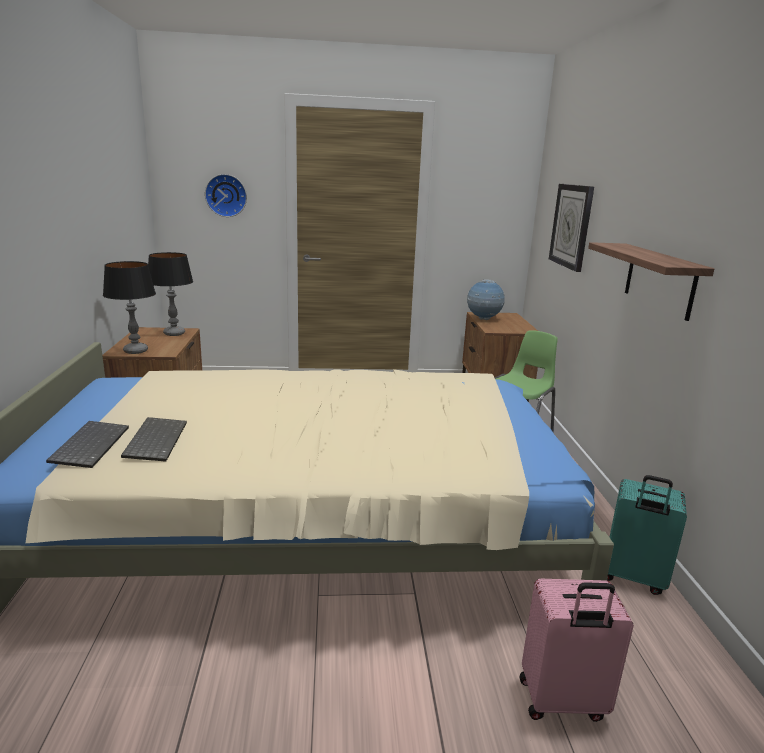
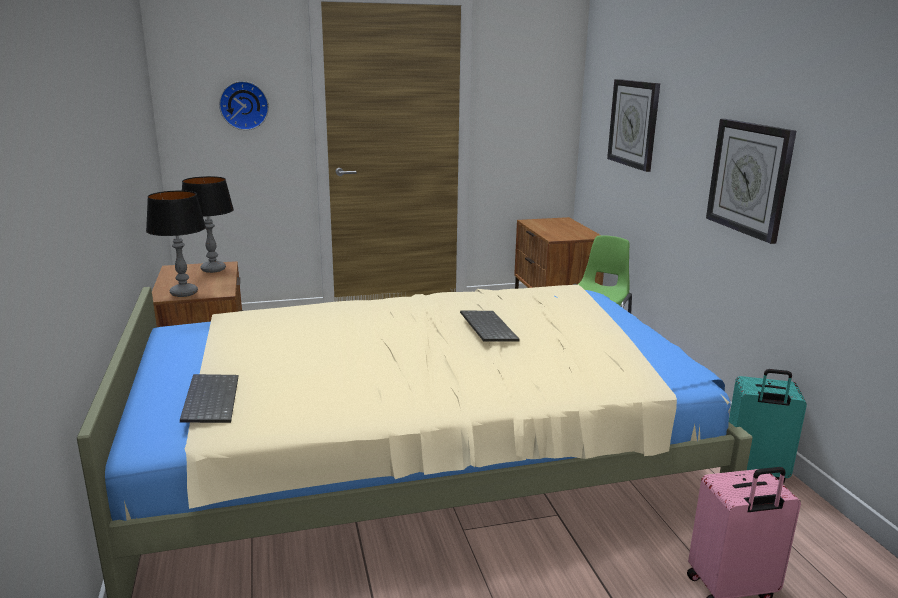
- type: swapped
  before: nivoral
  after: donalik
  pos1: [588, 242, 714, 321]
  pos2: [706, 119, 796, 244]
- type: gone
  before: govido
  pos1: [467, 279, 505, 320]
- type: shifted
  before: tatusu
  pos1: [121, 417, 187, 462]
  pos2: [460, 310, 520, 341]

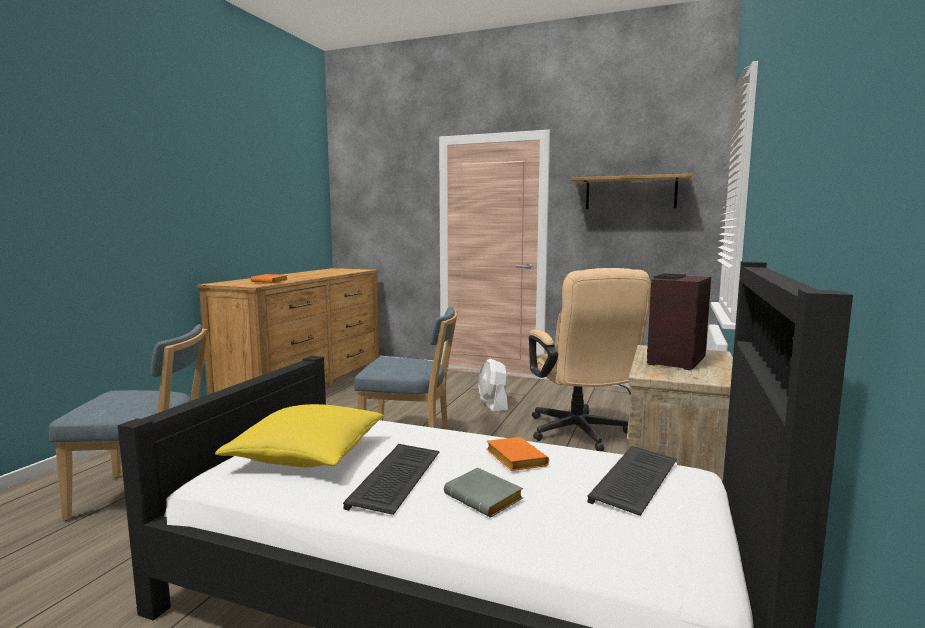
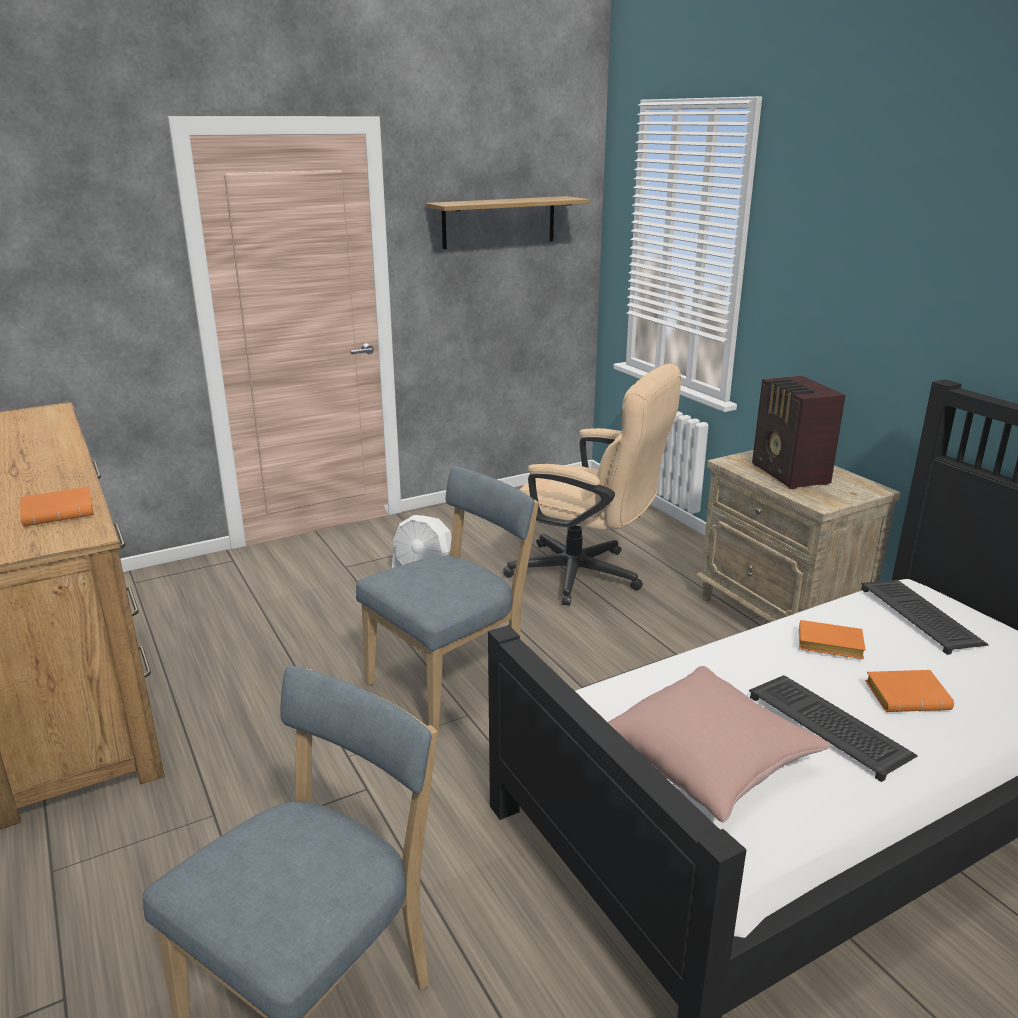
- type: repainted
  before: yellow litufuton
  after: pink litufuton
  pos1: [215, 404, 384, 467]
  pos2: [608, 666, 830, 822]
- type: repainted
  before: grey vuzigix
  after: orange vuzigix
  pos1: [444, 468, 523, 518]
  pos2: [865, 670, 954, 712]

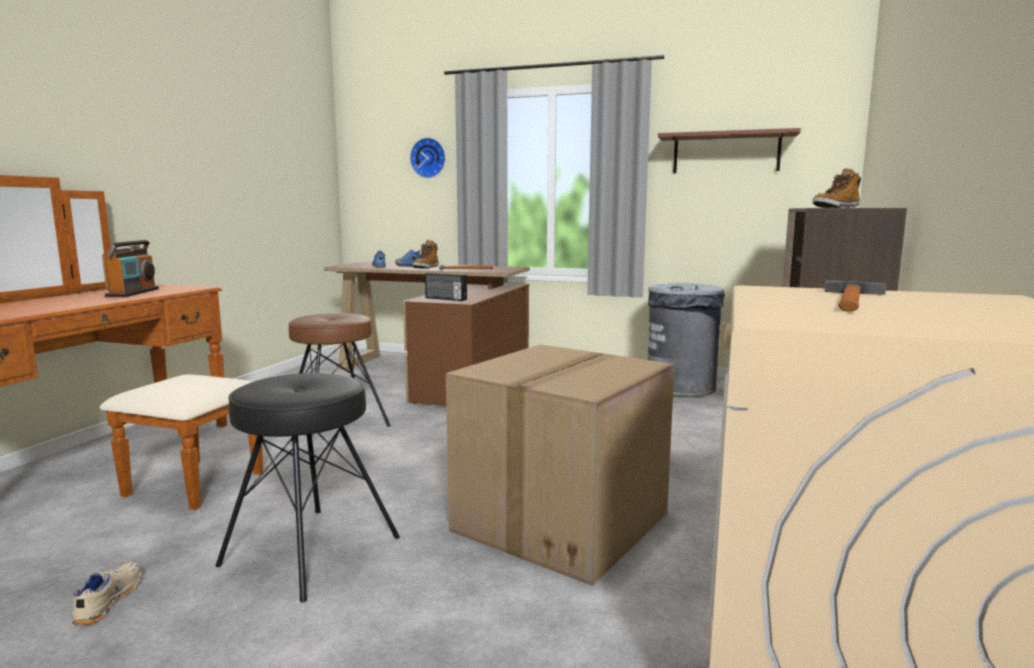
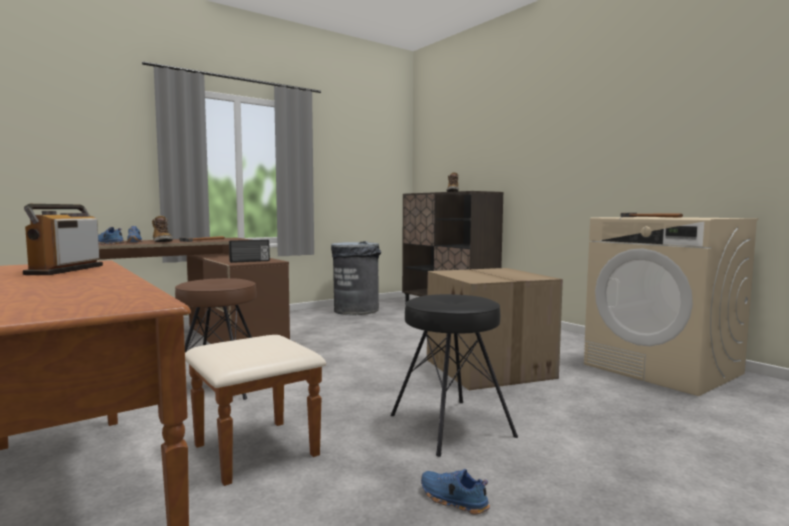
- type: gone
  before: nivoral
  pos1: [658, 128, 801, 173]
- type: gone
  before: donalik
  pos1: [410, 138, 446, 178]
- type: rotated
  before: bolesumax
  pos1: [102, 240, 159, 297]
  pos2: [23, 204, 103, 275]
  turn: -120
- type: repainted
  before: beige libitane
  after: blue libitane
  pos1: [72, 562, 141, 625]
  pos2: [421, 469, 490, 514]

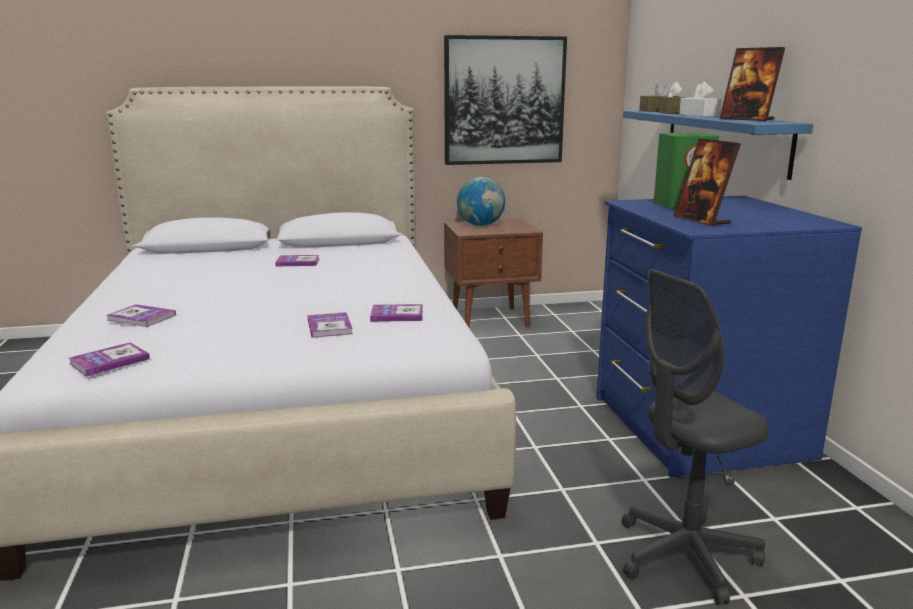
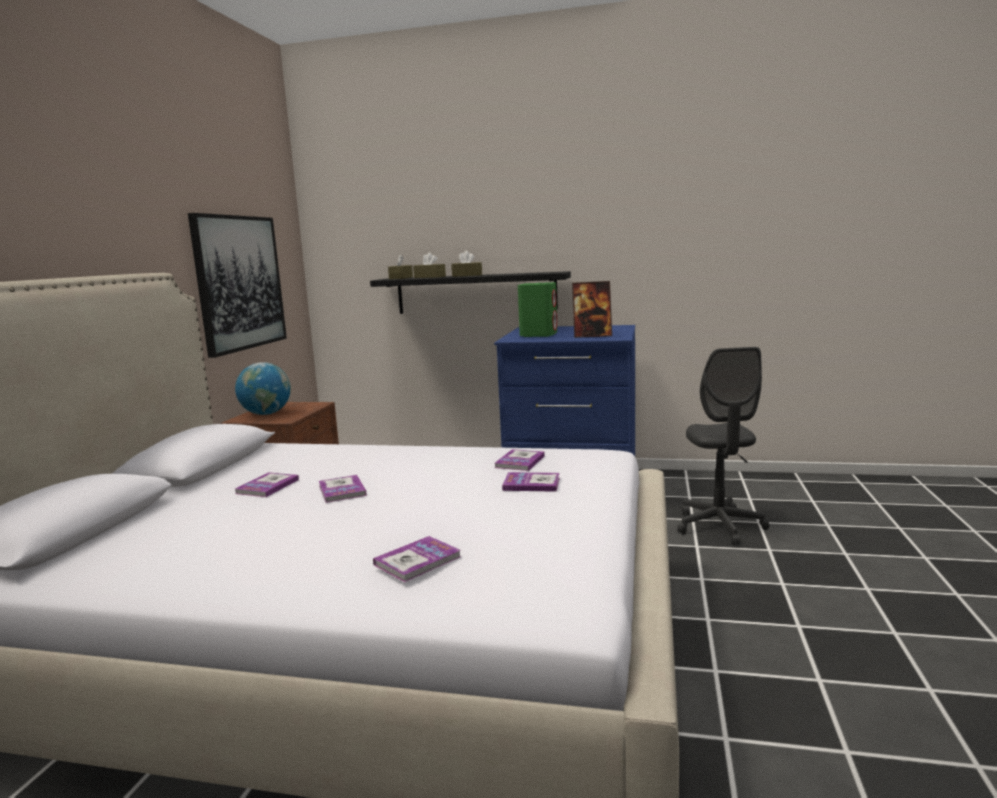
- type: gone
  before: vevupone
  pos1: [720, 47, 785, 121]
- type: repainted
  before: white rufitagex
  after: brown rufitagex
  pos1: [679, 82, 722, 117]
  pos2: [451, 251, 482, 277]
- type: repainted
  before: blue nivoral
  after: black nivoral
  pos1: [623, 110, 813, 180]
  pos2: [370, 271, 571, 314]
- type: shifted
  before: vuzigix
  pos1: [69, 342, 150, 376]
  pos2: [319, 475, 367, 503]

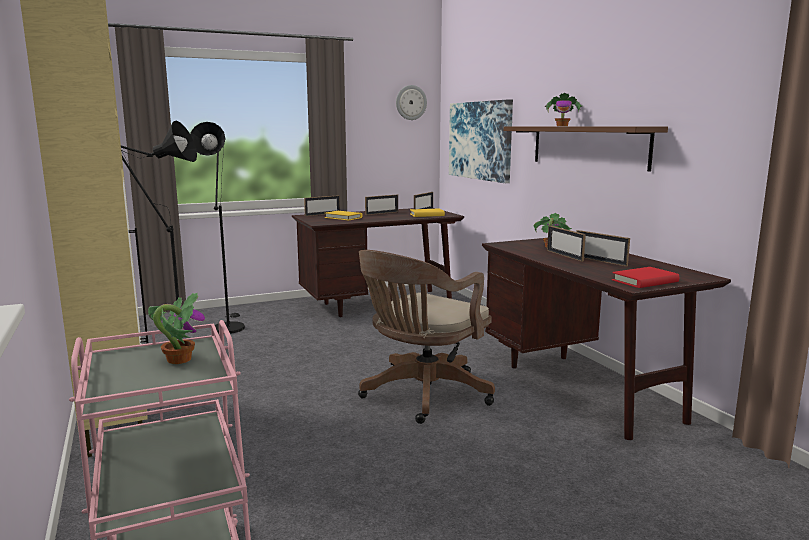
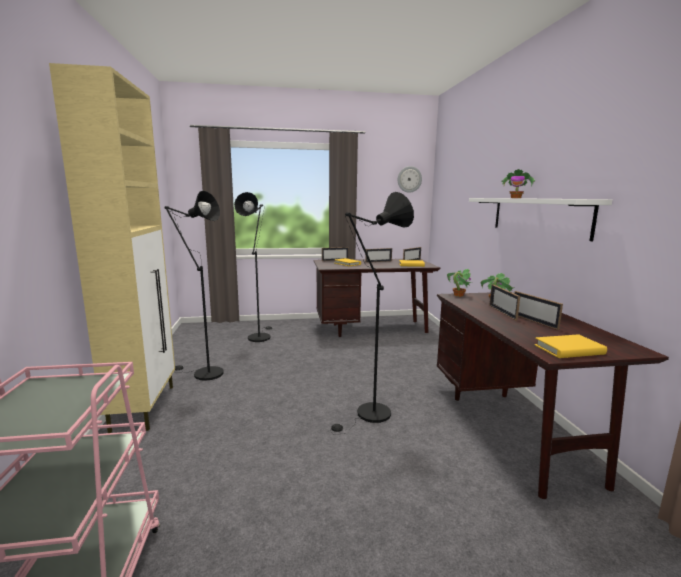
- type: gone
  before: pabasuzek
  pos1: [449, 99, 513, 183]
- type: repainted
  before: brown nivoral
  after: white nivoral
  pos1: [503, 126, 668, 171]
  pos2: [469, 198, 612, 241]
- type: swapped
  before: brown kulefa
  after: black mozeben
  pos1: [358, 250, 495, 424]
  pos2: [330, 192, 414, 435]
- type: repainted
  before: red vuzigix
  after: yellow vuzigix
  pos1: [612, 267, 679, 288]
  pos2: [535, 334, 607, 358]
- type: shifted
  before: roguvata
  pos1: [148, 292, 205, 364]
  pos2: [447, 269, 472, 297]

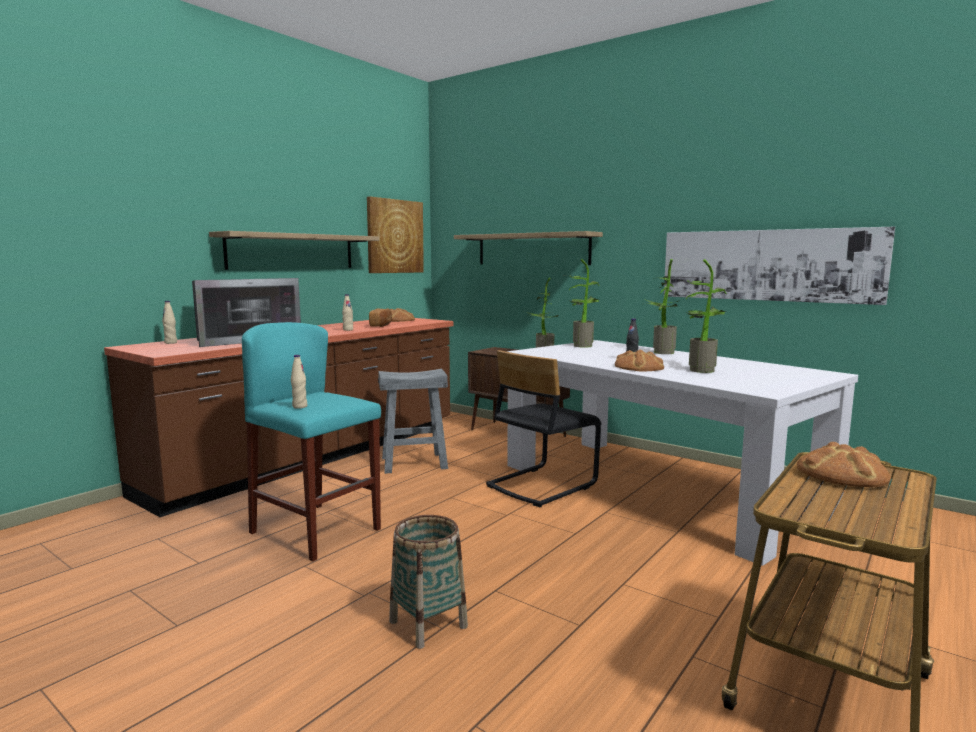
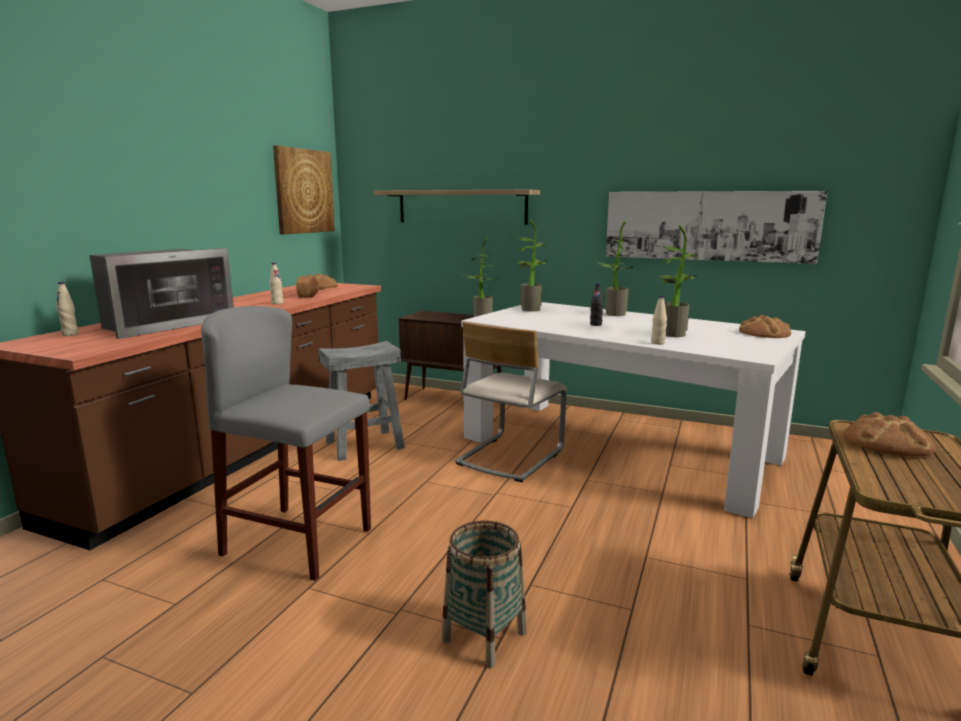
- type: gone
  before: nivoral
  pos1: [209, 231, 380, 270]
- type: repainted
  before: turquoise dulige
  after: grey dulige
  pos1: [242, 322, 381, 561]
  pos2: [201, 306, 371, 581]
- type: shifted
  before: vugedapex
  pos1: [615, 349, 664, 371]
  pos2: [739, 315, 791, 338]
- type: repainted
  before: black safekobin
  after: beige safekobin
  pos1: [486, 350, 601, 507]
  pos2: [455, 322, 567, 482]
- type: shifted
  before: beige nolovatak
  pos1: [291, 355, 307, 409]
  pos2: [651, 296, 667, 345]

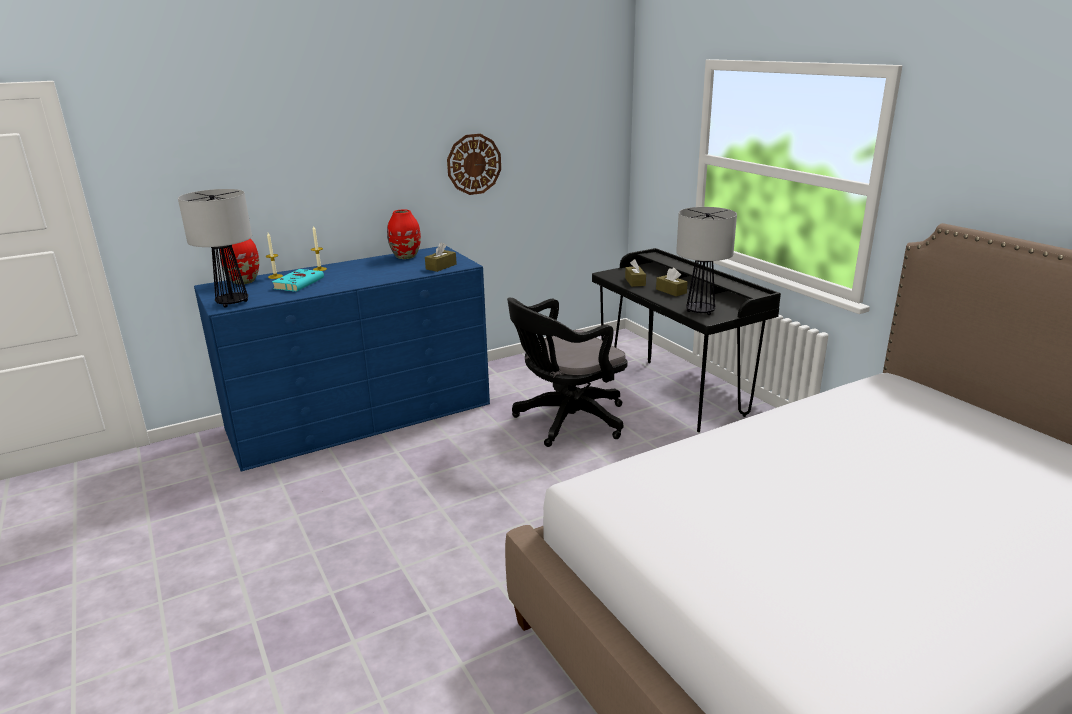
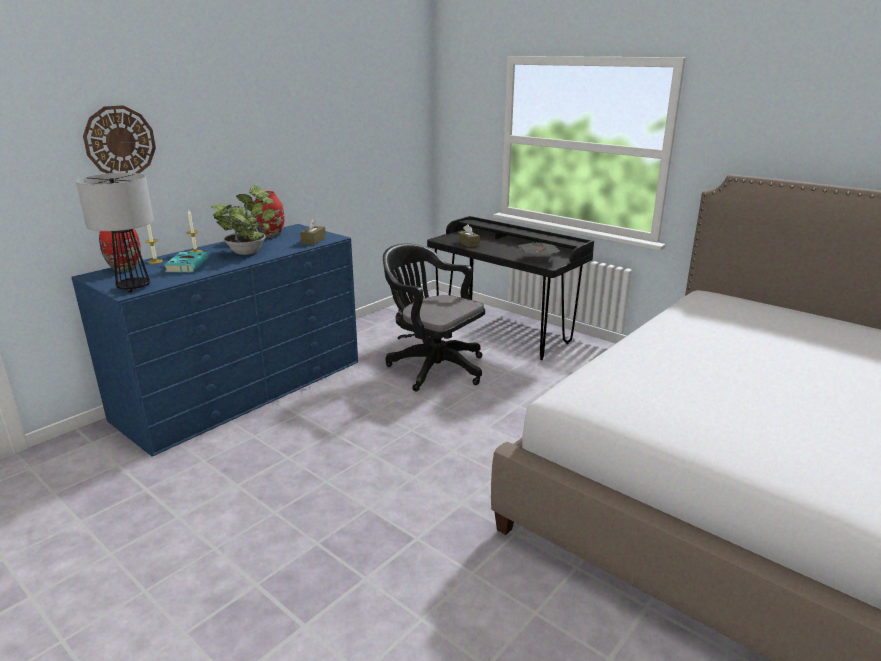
- type: shifted
  before: donalik
  pos1: [447, 134, 501, 195]
  pos2: [83, 105, 156, 174]
- type: swapped
  before: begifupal
  after: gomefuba
  pos1: [676, 207, 737, 315]
  pos2: [517, 243, 560, 255]
- type: gone
  before: brown rufitagex
  pos1: [656, 268, 688, 296]
- type: rotated
  before: black kulefa
  pos1: [507, 298, 628, 447]
  pos2: [383, 243, 485, 391]
  turn: 90
- type: new
  after: roguvata
  pos2: [211, 185, 276, 255]

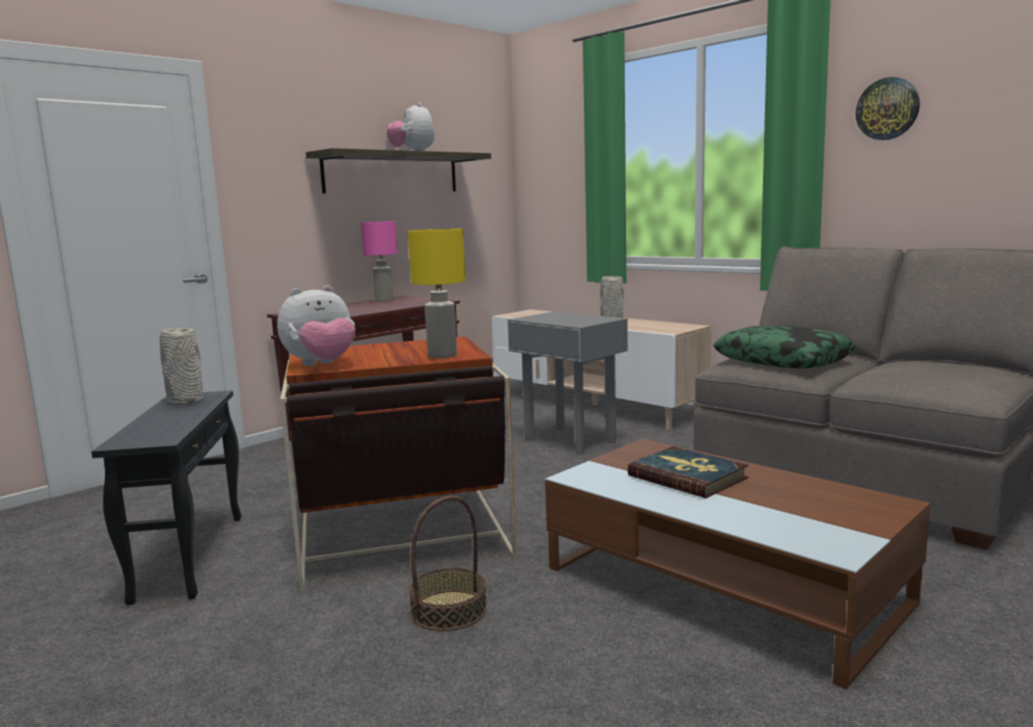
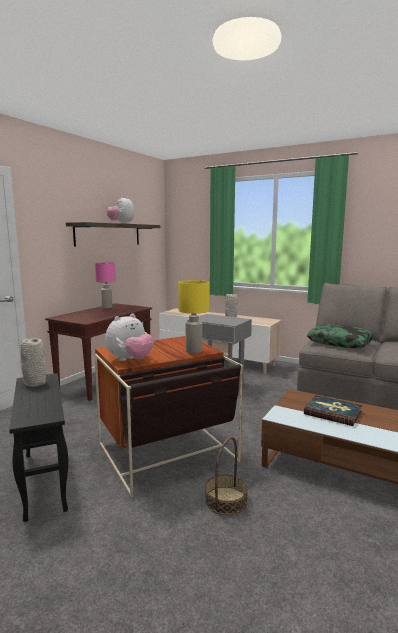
- type: gone
  before: donalik
  pos1: [855, 77, 920, 140]

